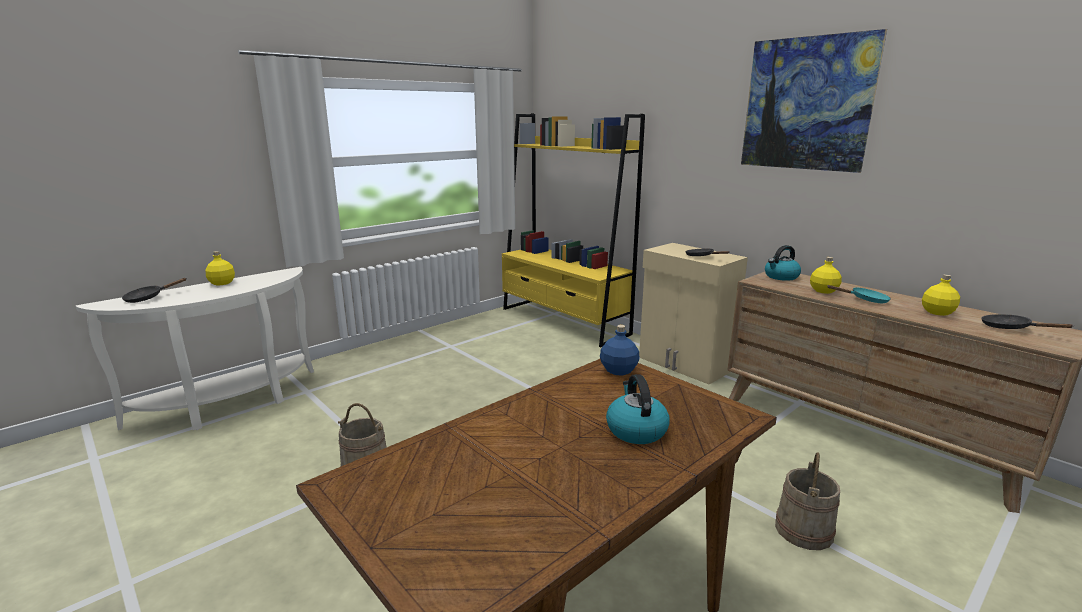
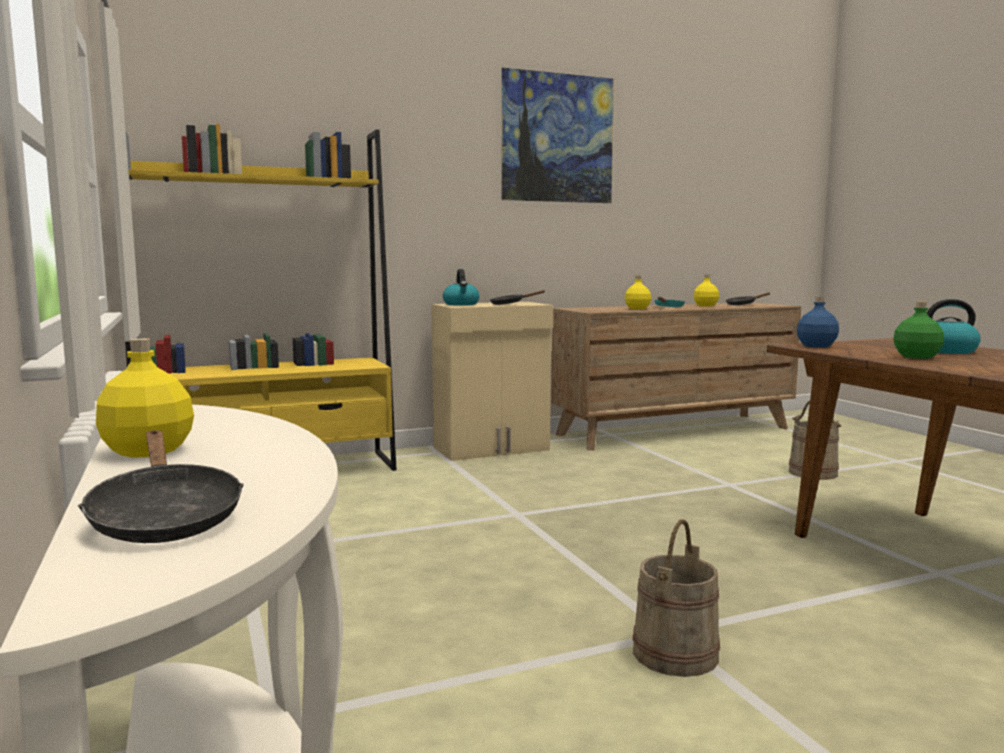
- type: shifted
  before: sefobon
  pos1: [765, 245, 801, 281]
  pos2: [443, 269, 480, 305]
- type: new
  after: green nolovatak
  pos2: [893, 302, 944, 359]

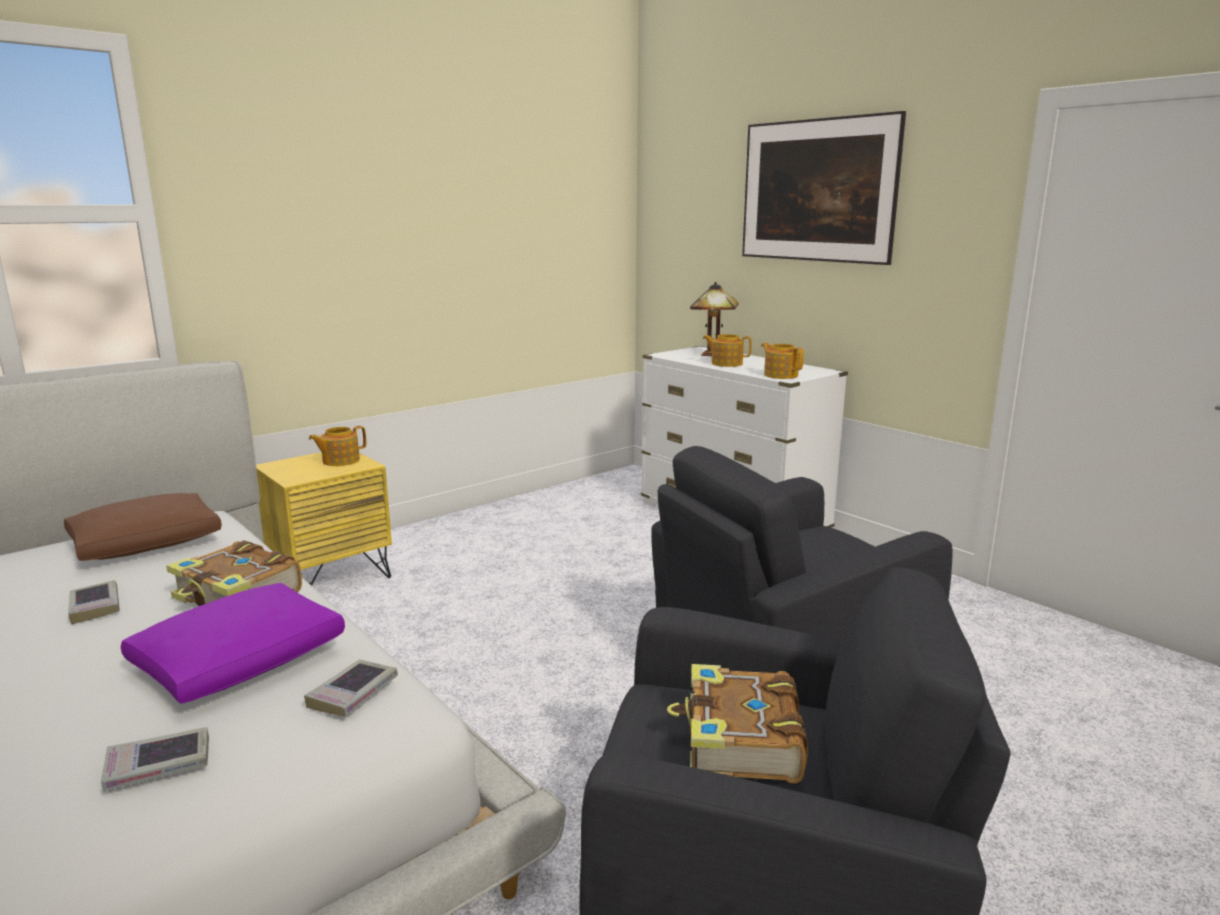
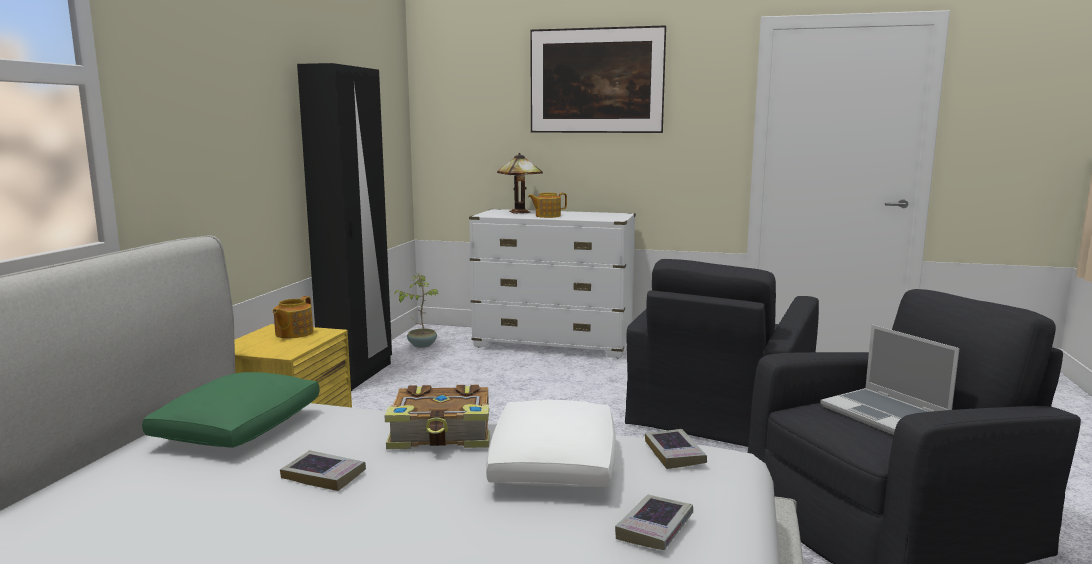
- type: gone
  before: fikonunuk
  pos1: [761, 343, 804, 379]
- type: repainted
  before: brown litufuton
  after: green litufuton
  pos1: [64, 493, 222, 561]
  pos2: [142, 372, 320, 448]
- type: repainted
  before: purple litufuton
  after: white litufuton
  pos1: [121, 583, 345, 704]
  pos2: [486, 400, 616, 487]
- type: swapped
  before: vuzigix
  after: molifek
  pos1: [667, 664, 808, 783]
  pos2: [820, 325, 960, 435]
- type: new
  after: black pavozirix
  pos2: [297, 63, 392, 391]
- type: new
  after: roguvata
  pos2: [395, 273, 439, 348]

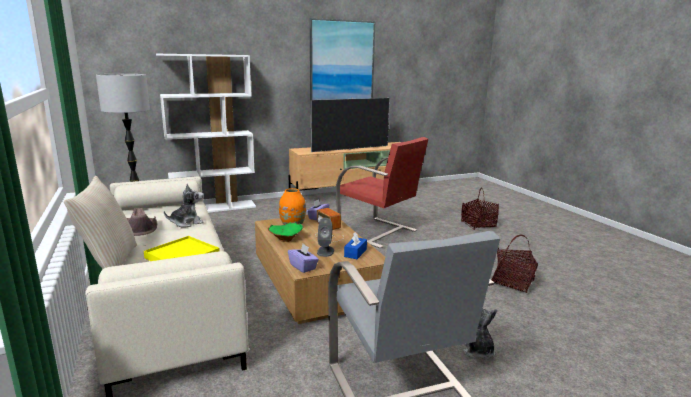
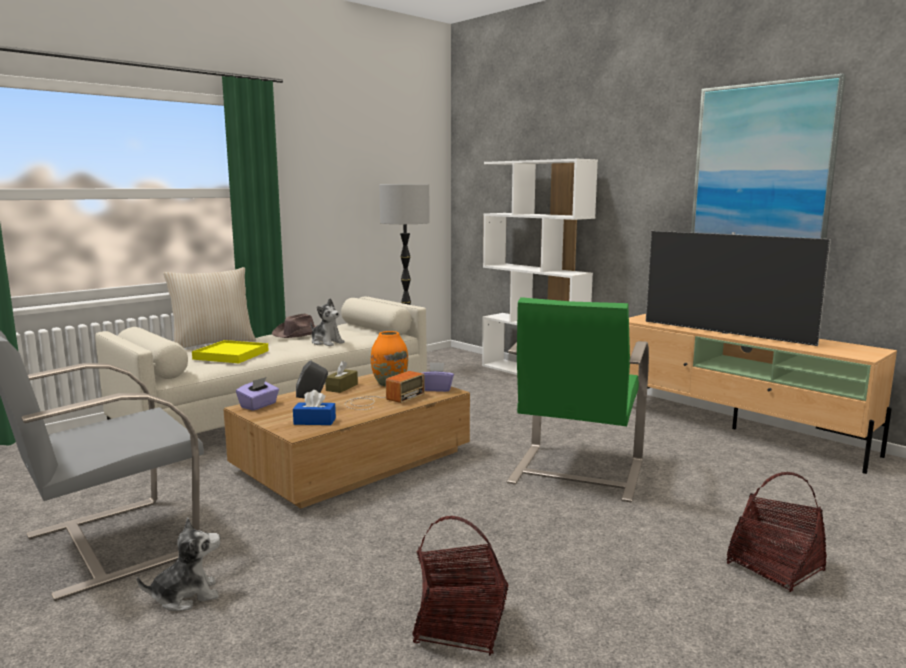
- type: repainted
  before: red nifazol
  after: green nifazol
  pos1: [336, 137, 429, 249]
  pos2: [507, 297, 649, 502]
- type: swapped
  before: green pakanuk
  after: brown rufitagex
  pos1: [268, 222, 303, 242]
  pos2: [325, 361, 358, 393]

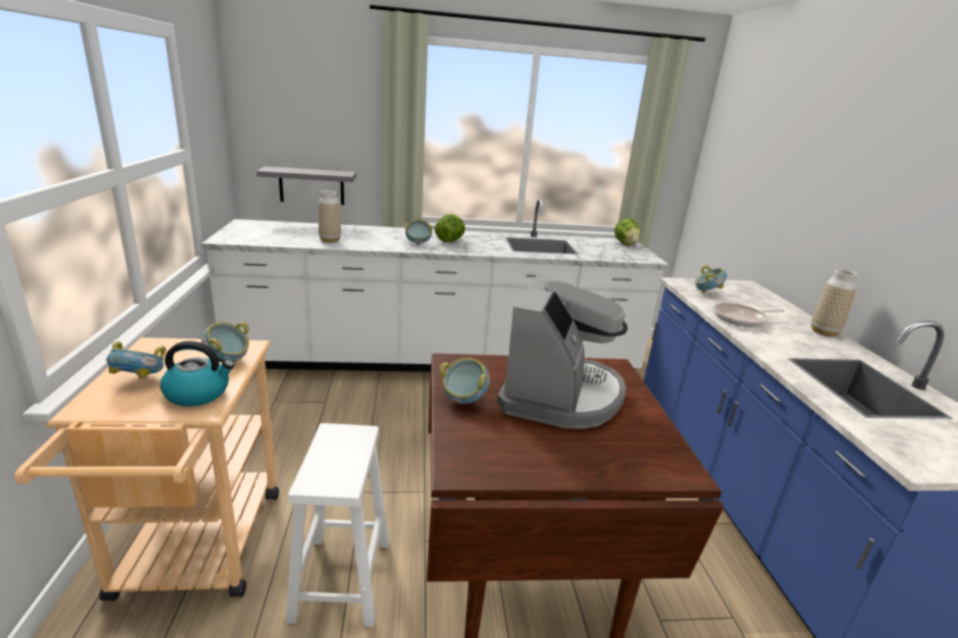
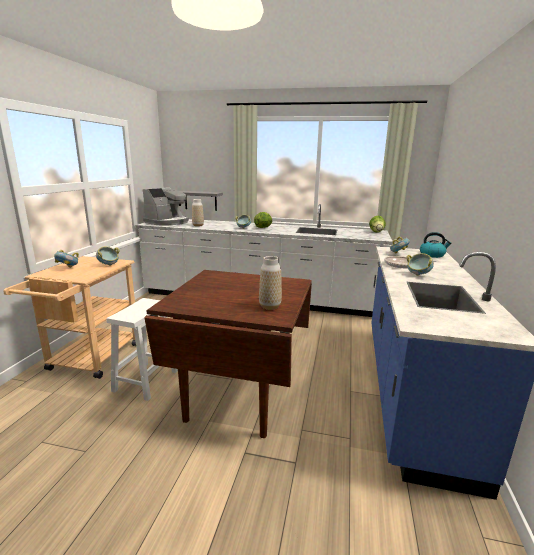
- type: shifted
  before: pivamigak
  pos1: [811, 269, 858, 337]
  pos2: [259, 256, 282, 310]
- type: shifted
  before: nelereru
  pos1: [497, 273, 627, 429]
  pos2: [143, 187, 189, 226]
- type: shifted
  before: sefobon
  pos1: [160, 341, 235, 407]
  pos2: [420, 232, 452, 258]
- type: shifted
  before: pakanuk
  pos1: [439, 358, 490, 404]
  pos2: [406, 253, 434, 276]

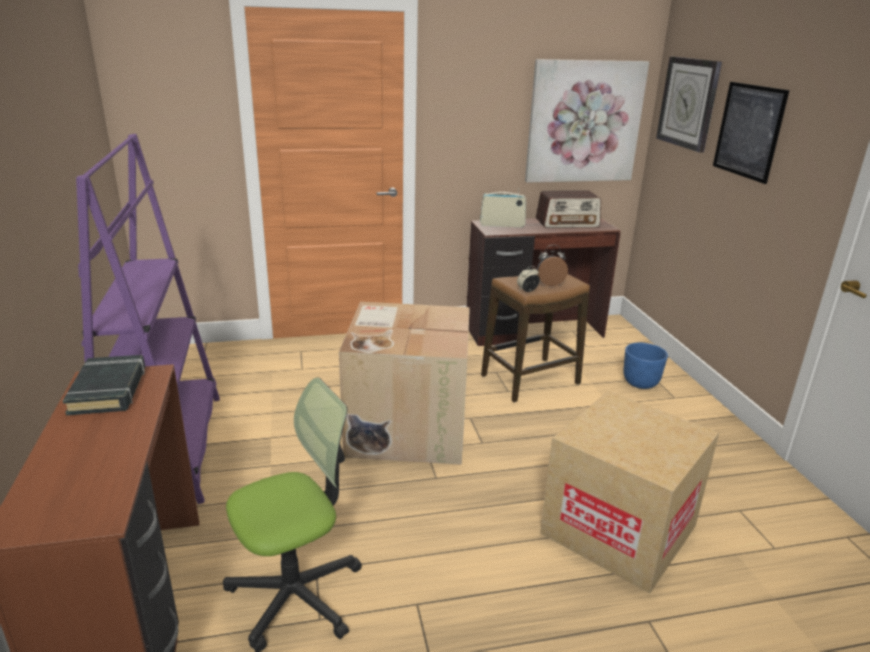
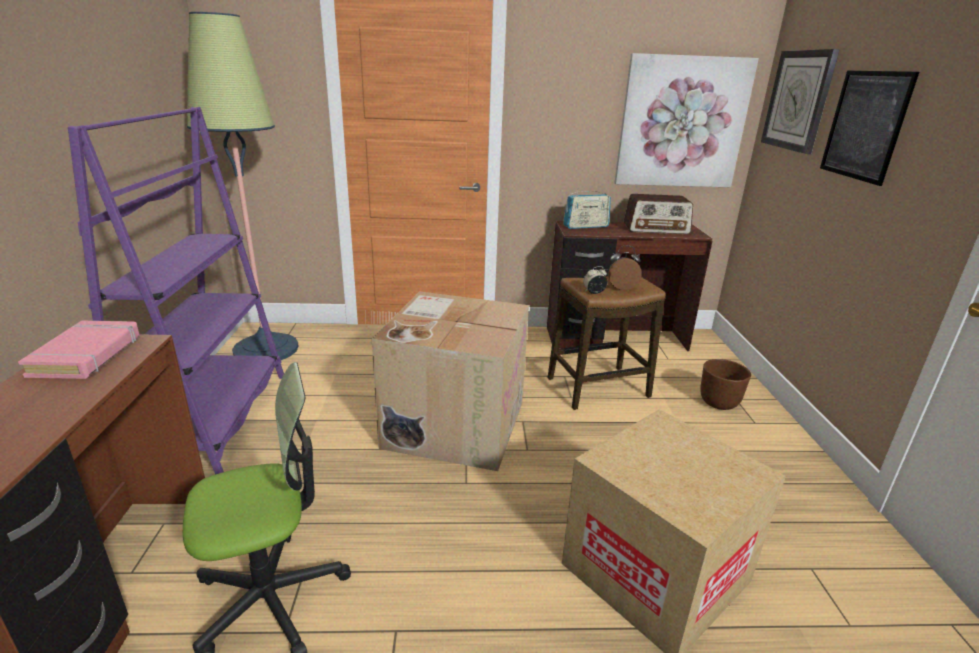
- type: rotated
  before: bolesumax
  pos1: [480, 188, 527, 227]
  pos2: [563, 188, 611, 229]
  turn: 150
- type: repainted
  before: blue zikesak
  after: brown zikesak
  pos1: [623, 343, 668, 389]
  pos2: [700, 359, 751, 410]
- type: repainted
  before: black vuzigix
  after: pink vuzigix
  pos1: [63, 355, 145, 415]
  pos2: [18, 321, 140, 379]
- type: new
  after: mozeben
  pos2: [187, 12, 299, 360]

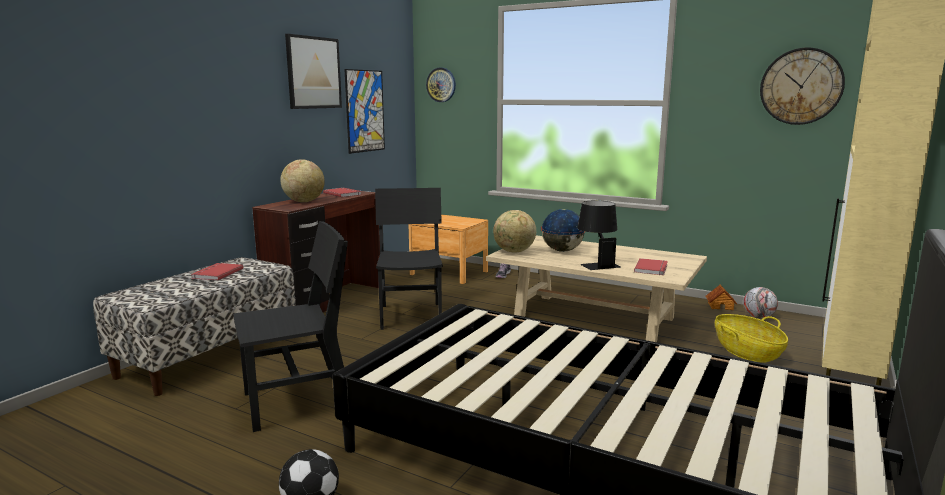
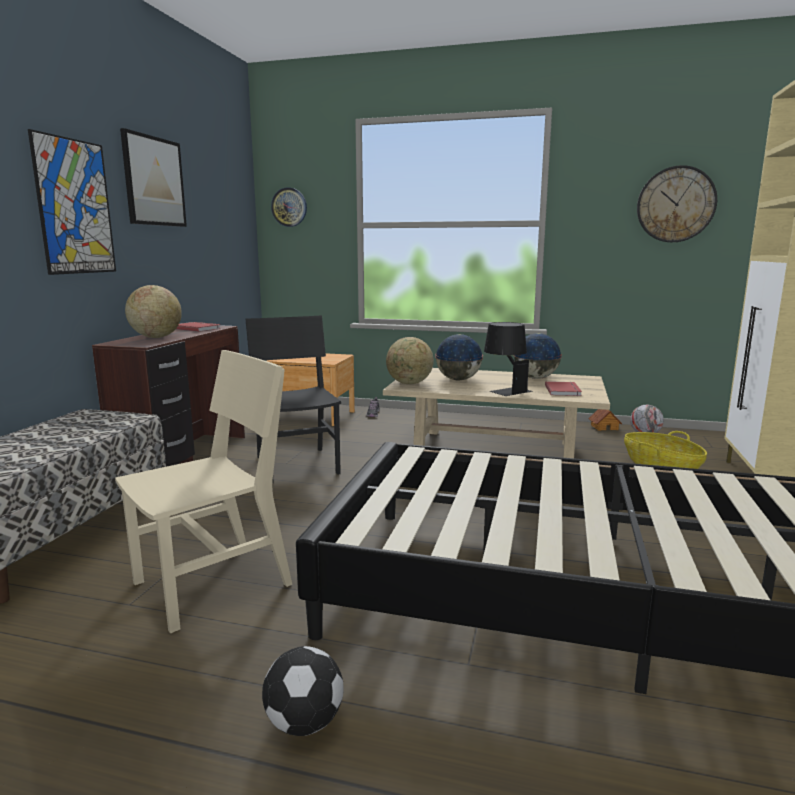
- type: shifted
  before: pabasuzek
  pos1: [344, 69, 385, 154]
  pos2: [28, 129, 116, 275]
- type: repainted
  before: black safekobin
  after: beige safekobin
  pos1: [233, 221, 348, 432]
  pos2: [115, 350, 292, 633]
- type: gone
  before: red vuzigix
  pos1: [191, 263, 243, 281]
- type: new
  after: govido
  pos2: [513, 333, 562, 379]

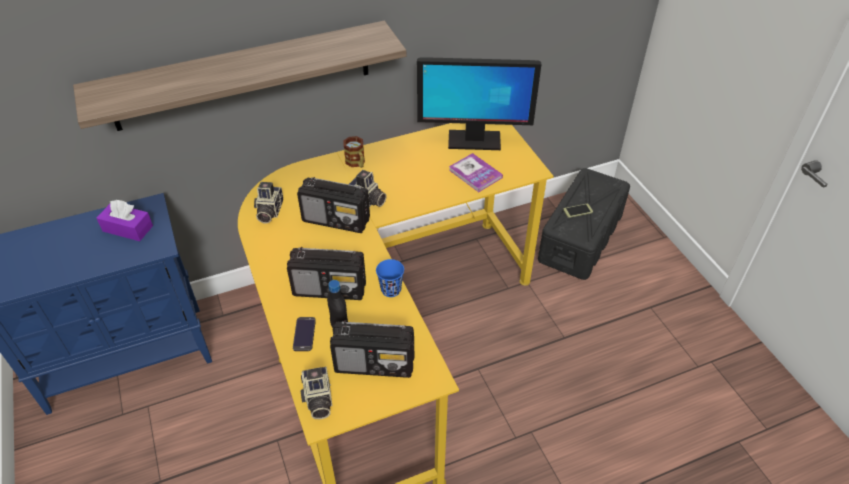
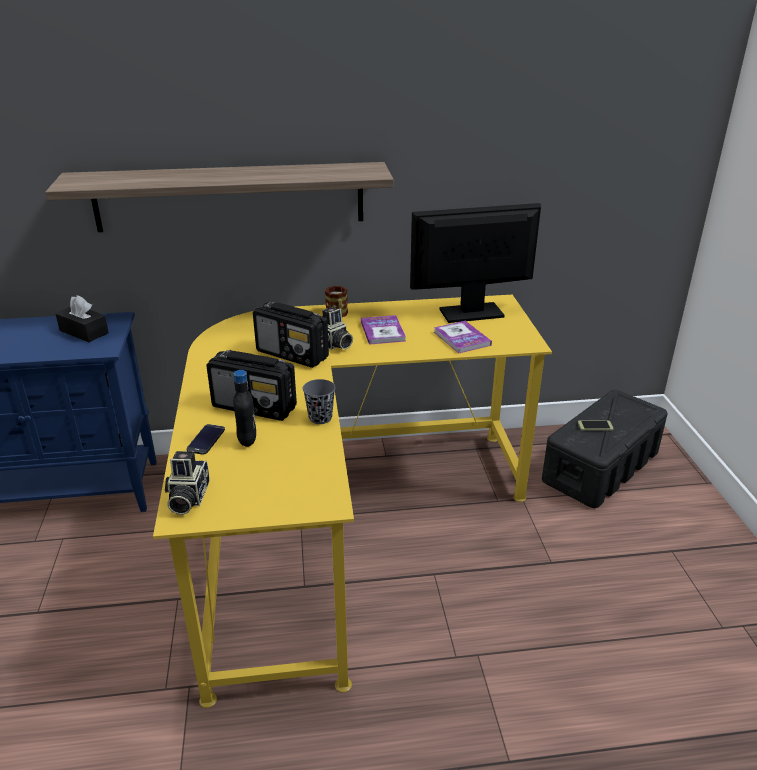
- type: rotated
  before: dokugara
  pos1: [417, 57, 542, 150]
  pos2: [410, 203, 541, 323]
  turn: 150
- type: gone
  before: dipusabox
  pos1: [254, 182, 283, 223]
- type: repainted
  before: purple rufitagex
  after: black rufitagex
  pos1: [97, 200, 153, 241]
  pos2: [55, 295, 109, 342]
- type: repainted
  before: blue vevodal
  after: grey vevodal
  pos1: [376, 259, 404, 297]
  pos2: [303, 379, 336, 424]
- type: gone
  before: bolesumax
  pos1: [330, 320, 414, 378]
- type: new
  after: vuzigix
  pos2: [361, 315, 406, 345]

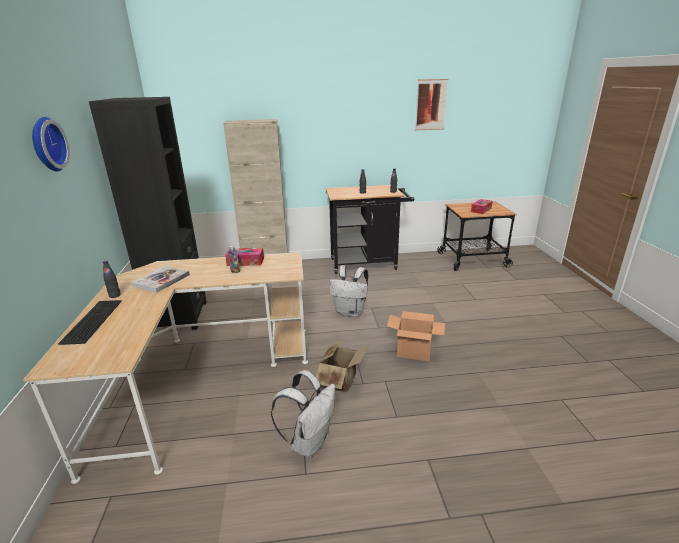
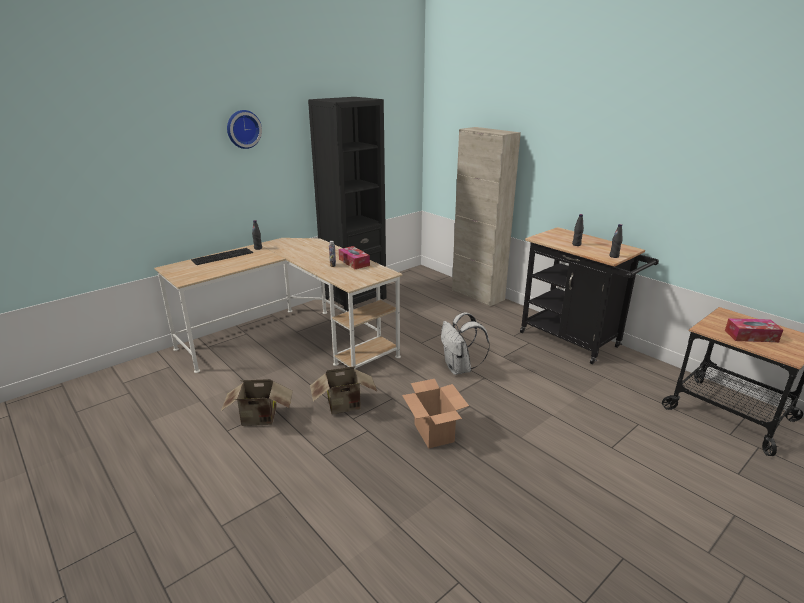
- type: gone
  before: pabasuzek
  pos1: [415, 79, 448, 130]
- type: gone
  before: vuzigix
  pos1: [132, 266, 190, 293]
- type: swapped
  before: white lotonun
  after: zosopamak
  pos1: [271, 370, 335, 457]
  pos2: [221, 379, 293, 426]

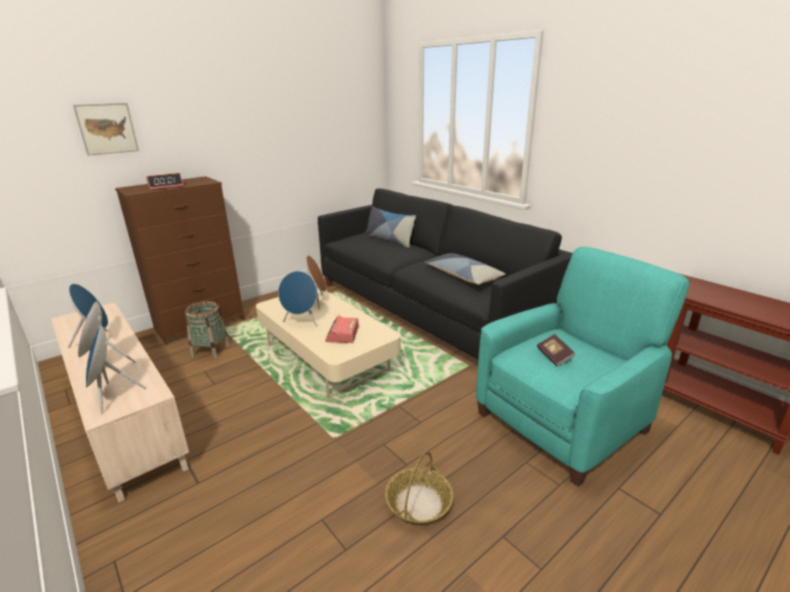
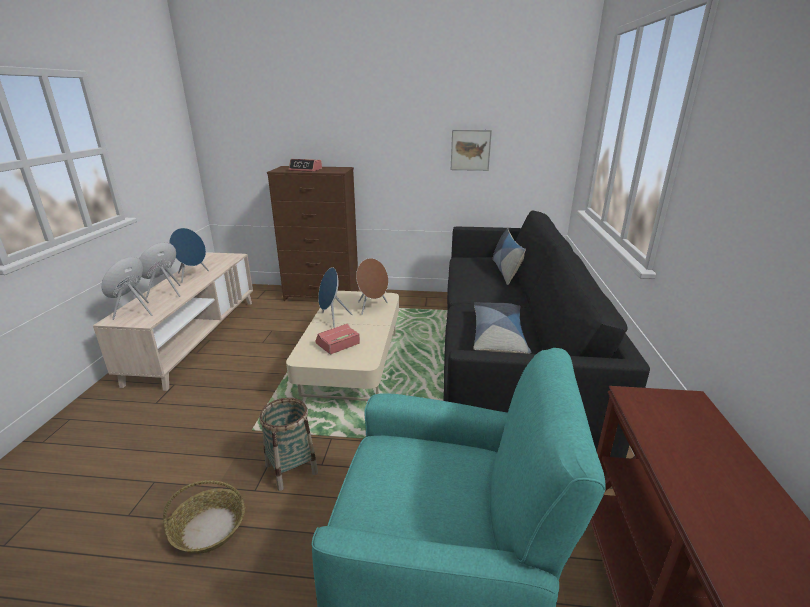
- type: shifted
  before: pabasuzek
  pos1: [73, 103, 139, 156]
  pos2: [451, 130, 492, 171]
- type: shifted
  before: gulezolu
  pos1: [185, 301, 230, 359]
  pos2: [259, 398, 318, 491]
- type: gone
  before: vuzigix
  pos1: [537, 334, 575, 366]

